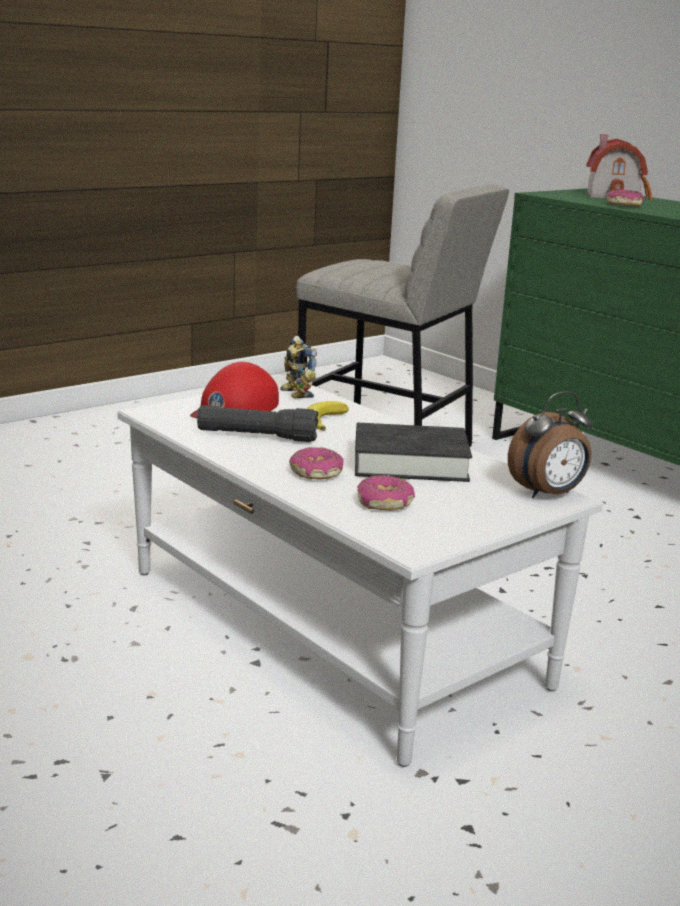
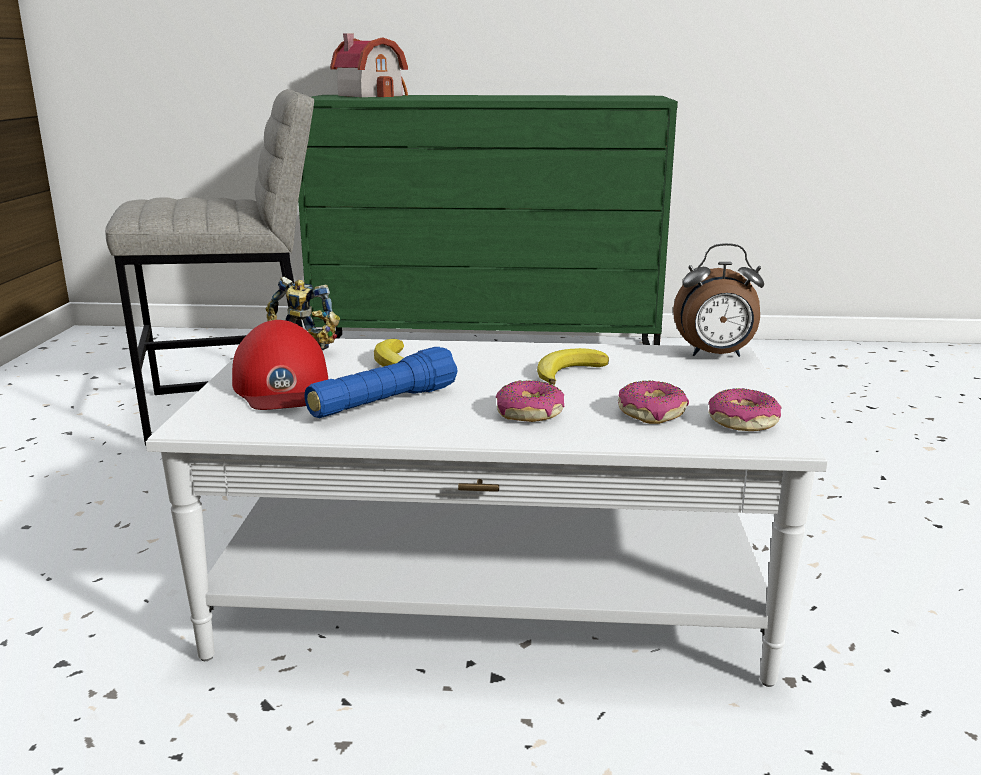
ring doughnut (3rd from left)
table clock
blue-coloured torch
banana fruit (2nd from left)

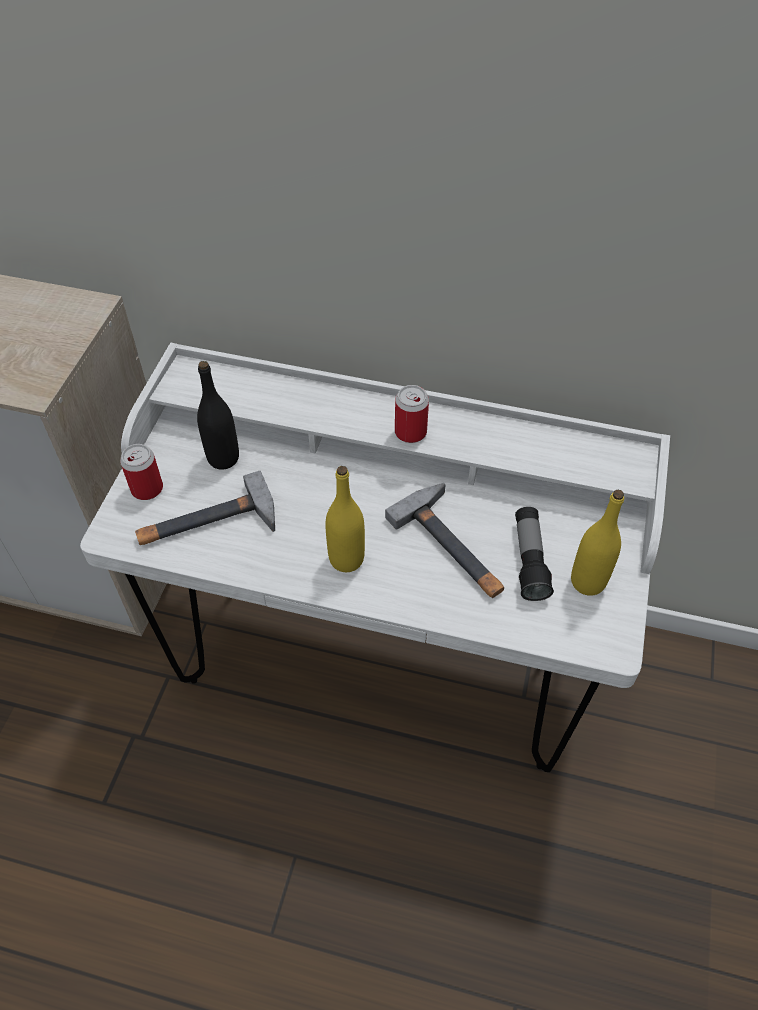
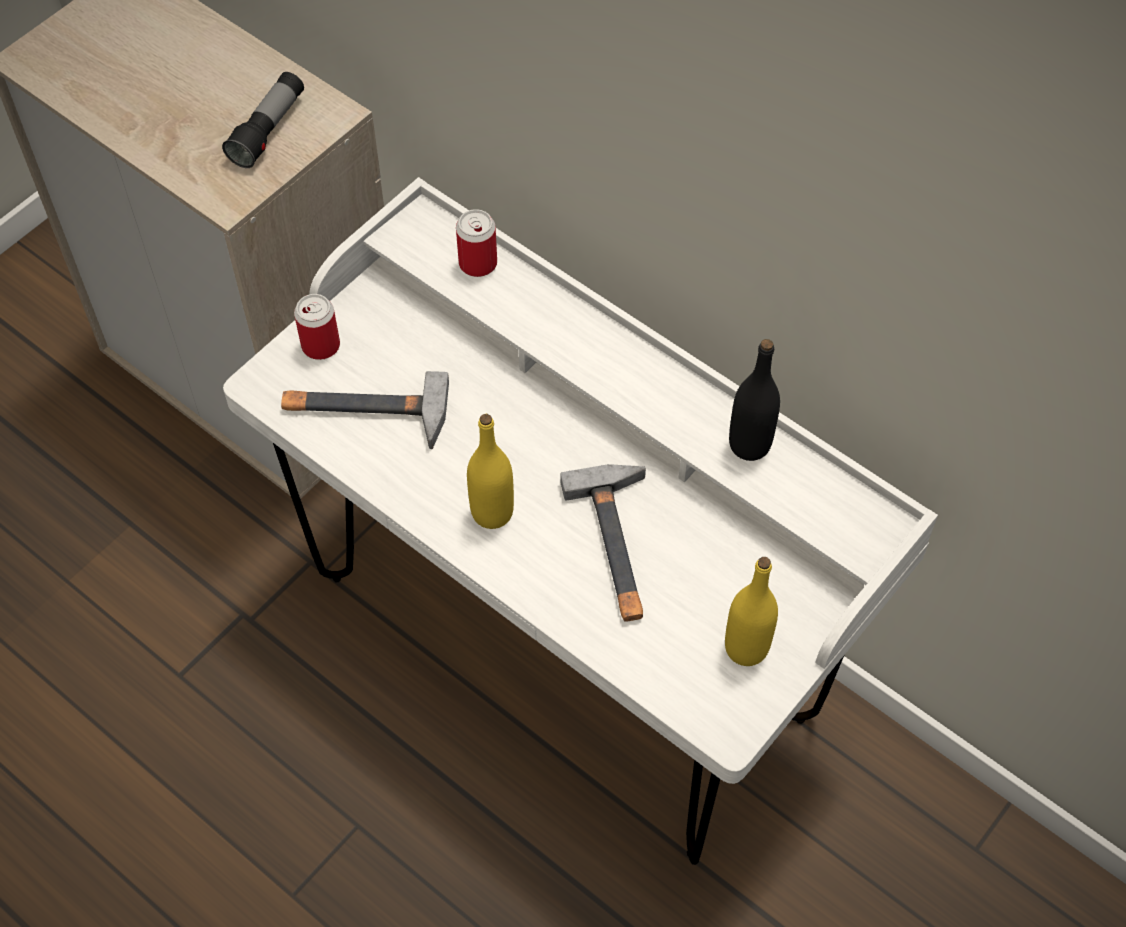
black-coloured beverage bottle
sealed can (2nd from left)
torch

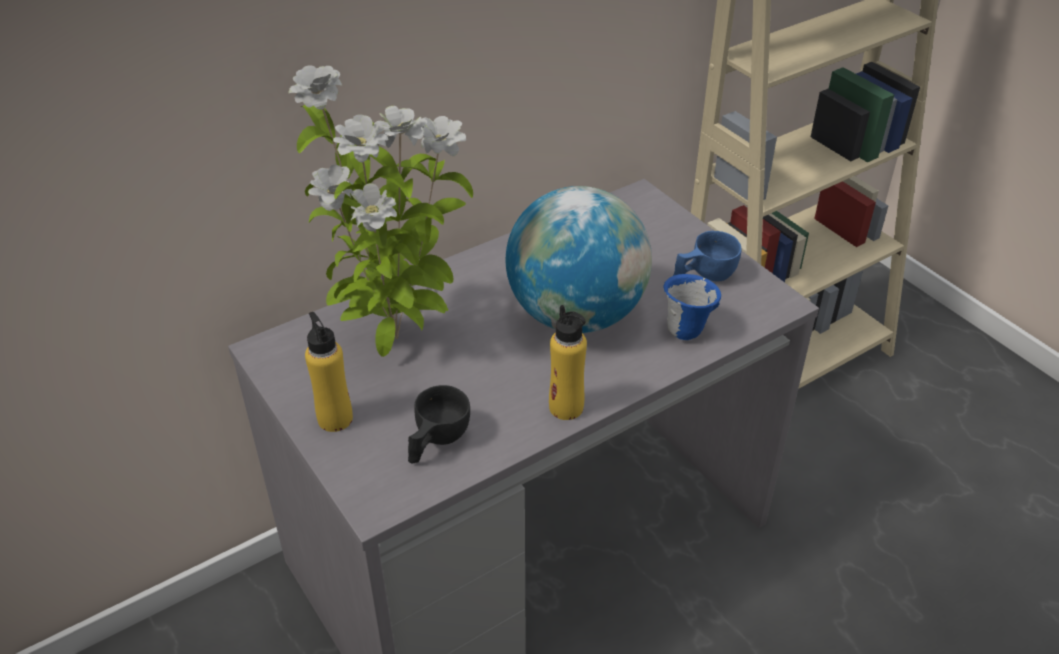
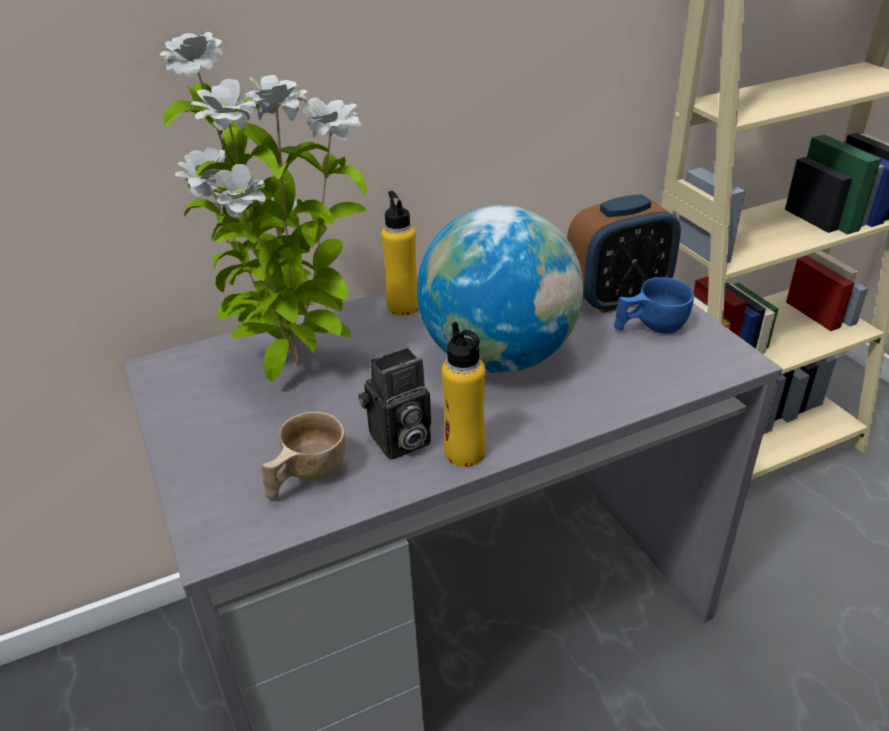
blue-coloured mug
yellow beverage bottle (1st from left)
beige small cup
table clock
photo camera

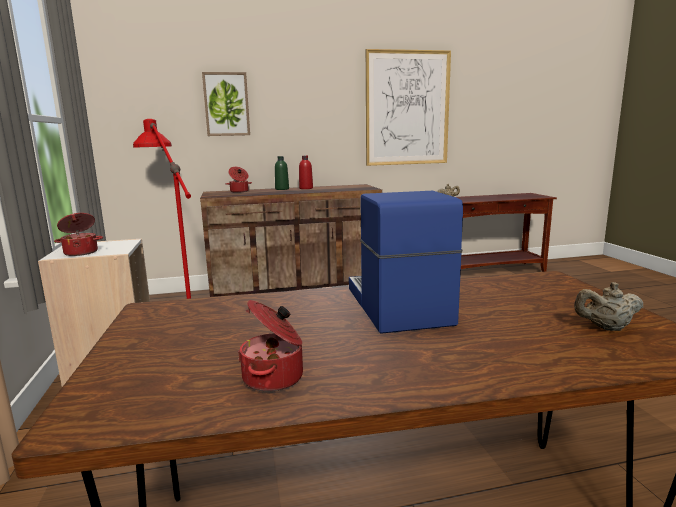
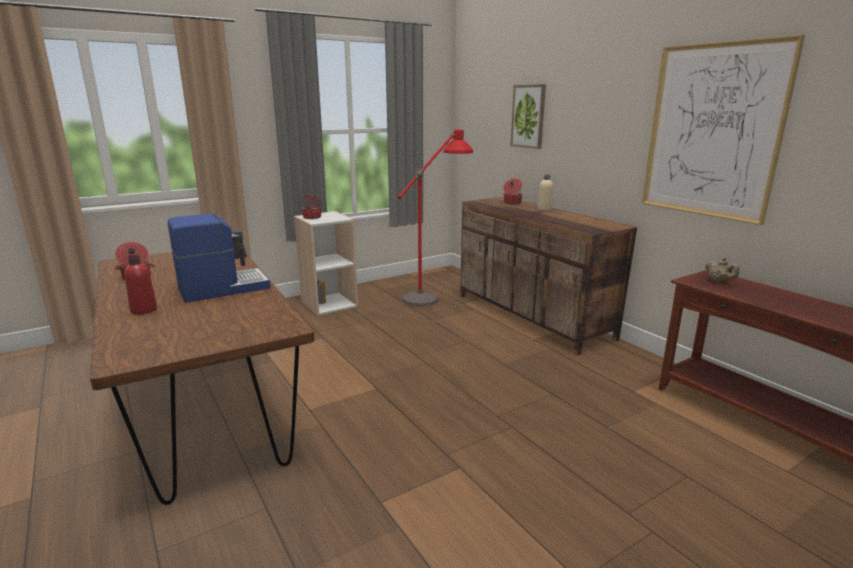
beige beverage bottle
reddish beverage bottle
beige pot for tea (2nd from left in the first image)

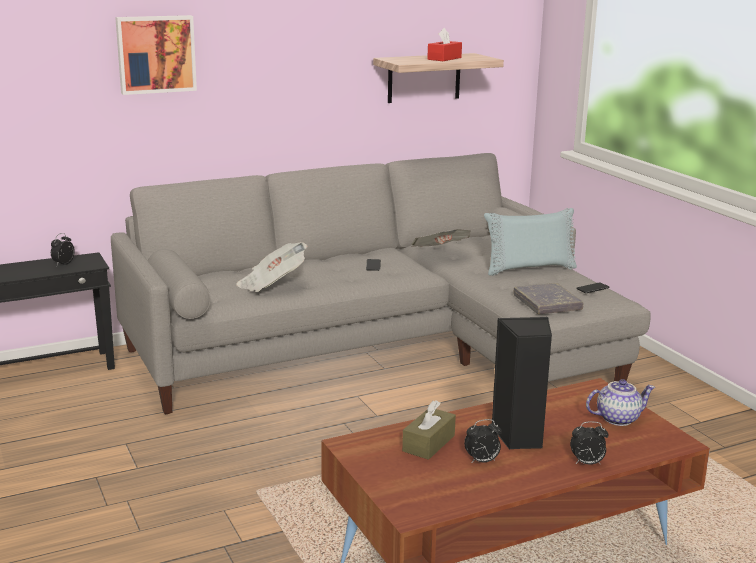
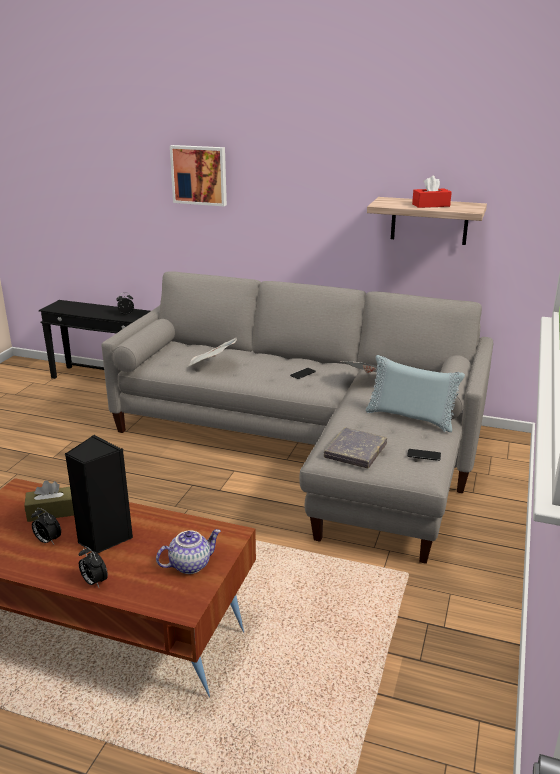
pot for tea

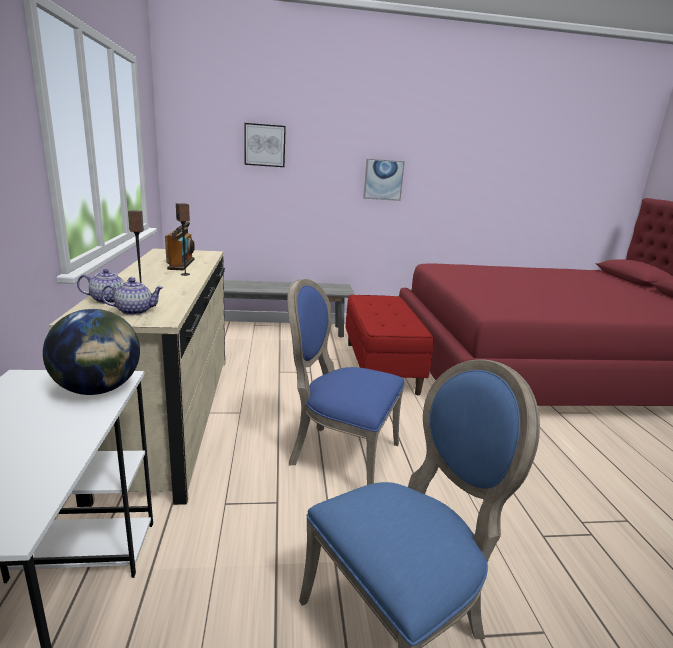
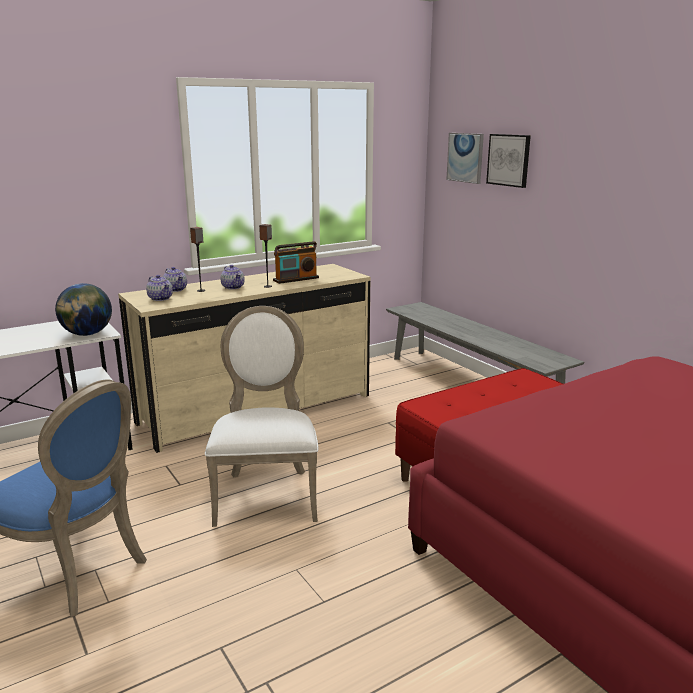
picture (1st from left)
white-coloured upright chair
pot for tea (3rd from left)

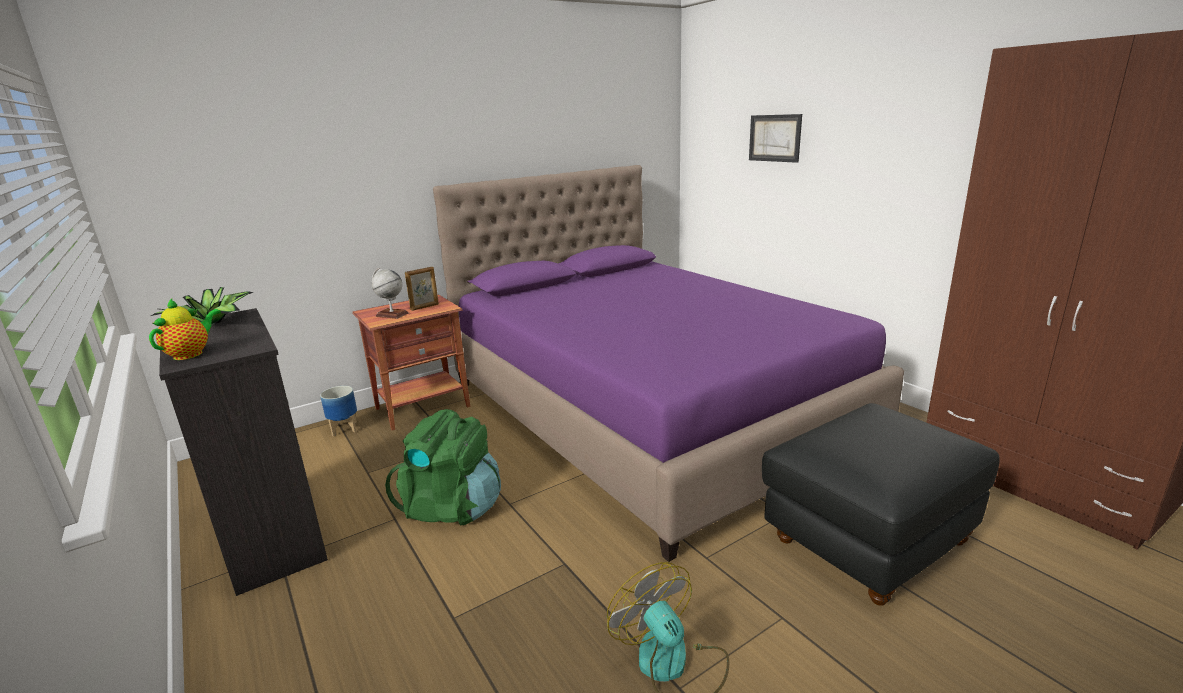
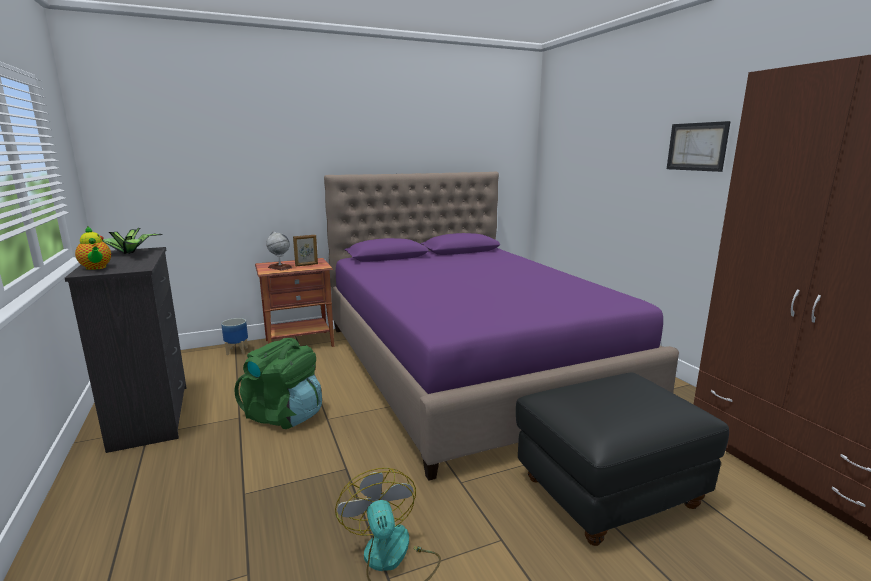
picture
pot for tea

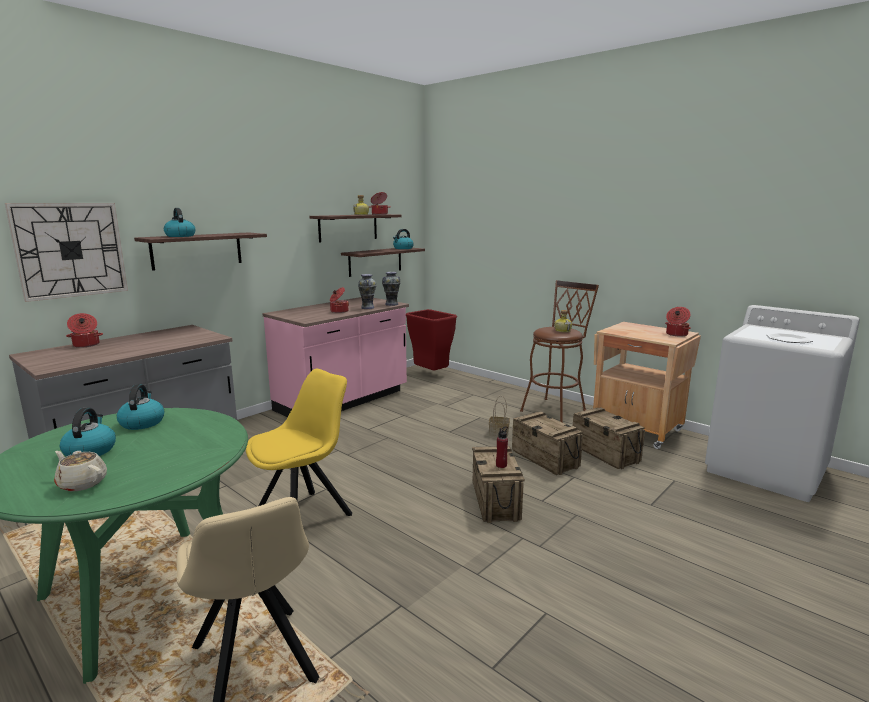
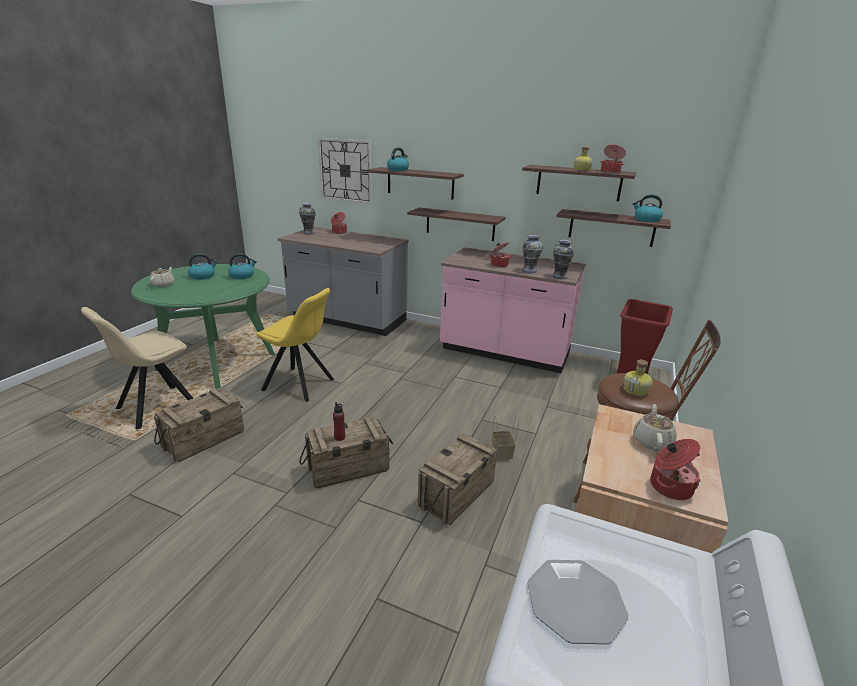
shipping crate (1st from left)
flower vase (1st from left)
bracket shelf (2nd from left)
beige pot for tea (2nd from left)

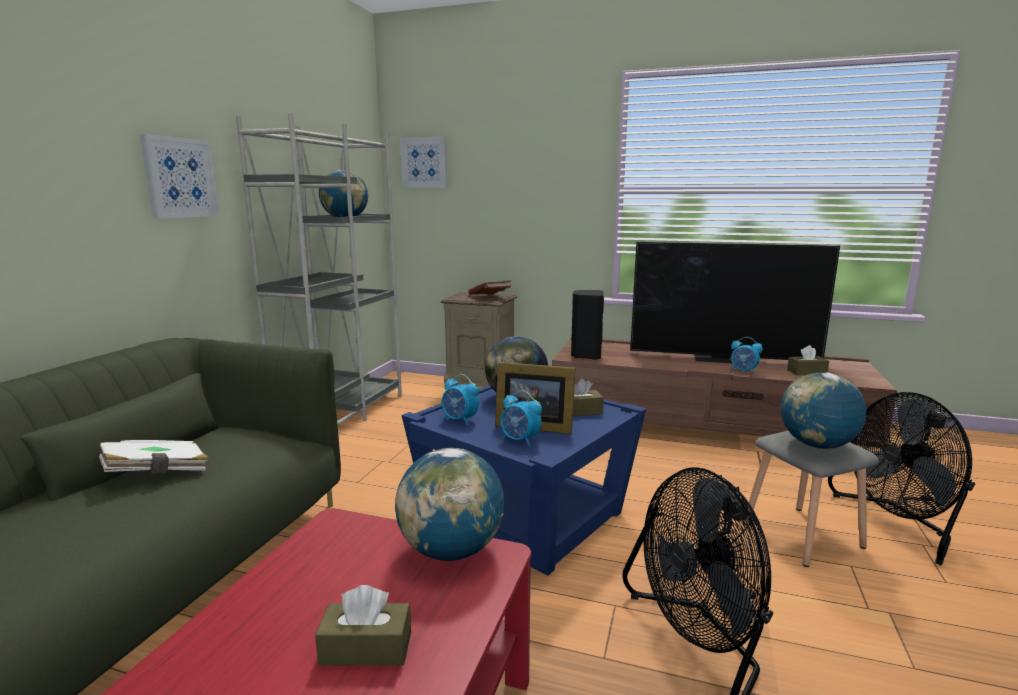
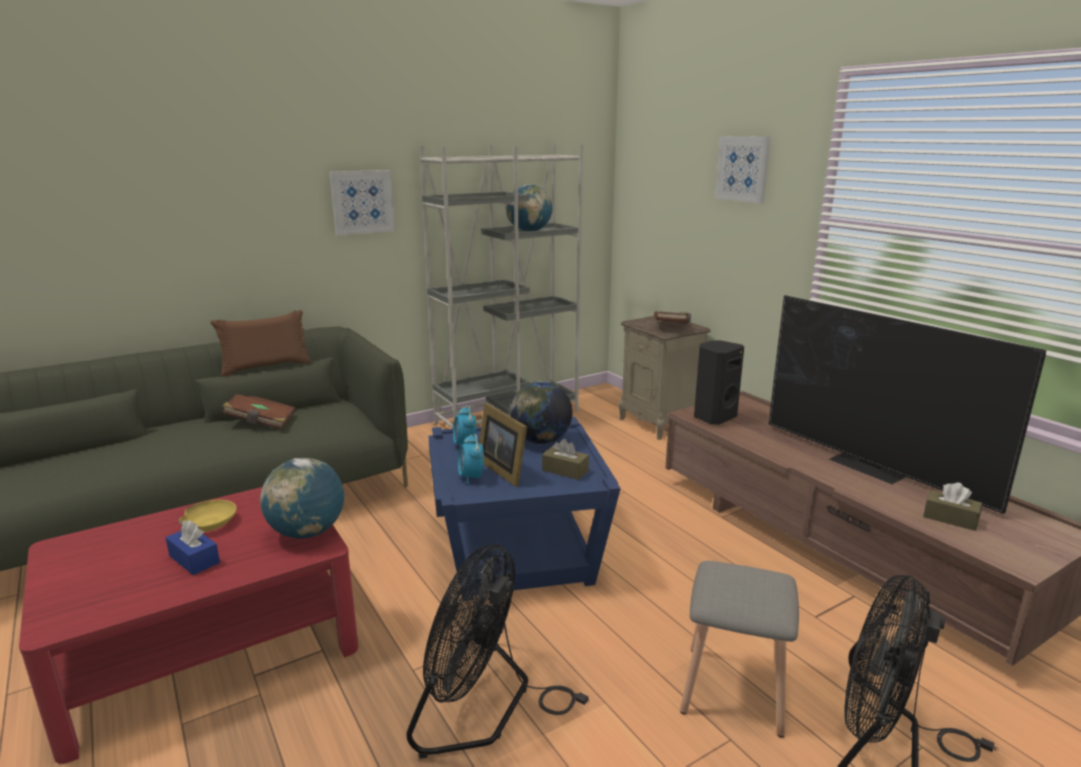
picture (2nd from left)
table clock (3rd from left in the first image)
globe (4th from left in the first image)
brown-coloured bound book (1st from left)
blue-coloured box of tissues
brown-coloured pillow
yellow bowl

